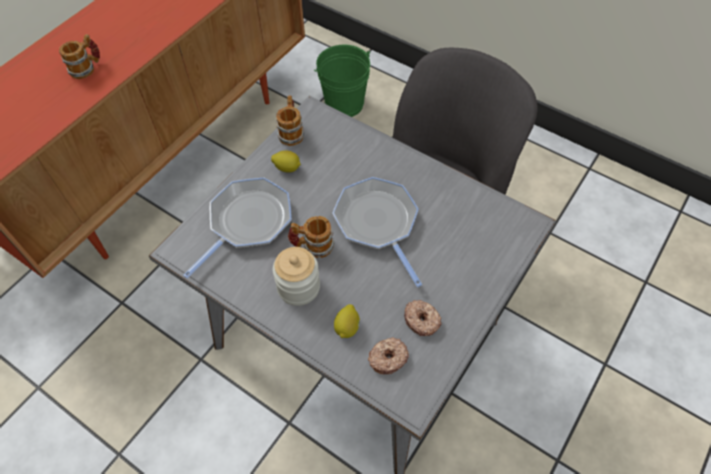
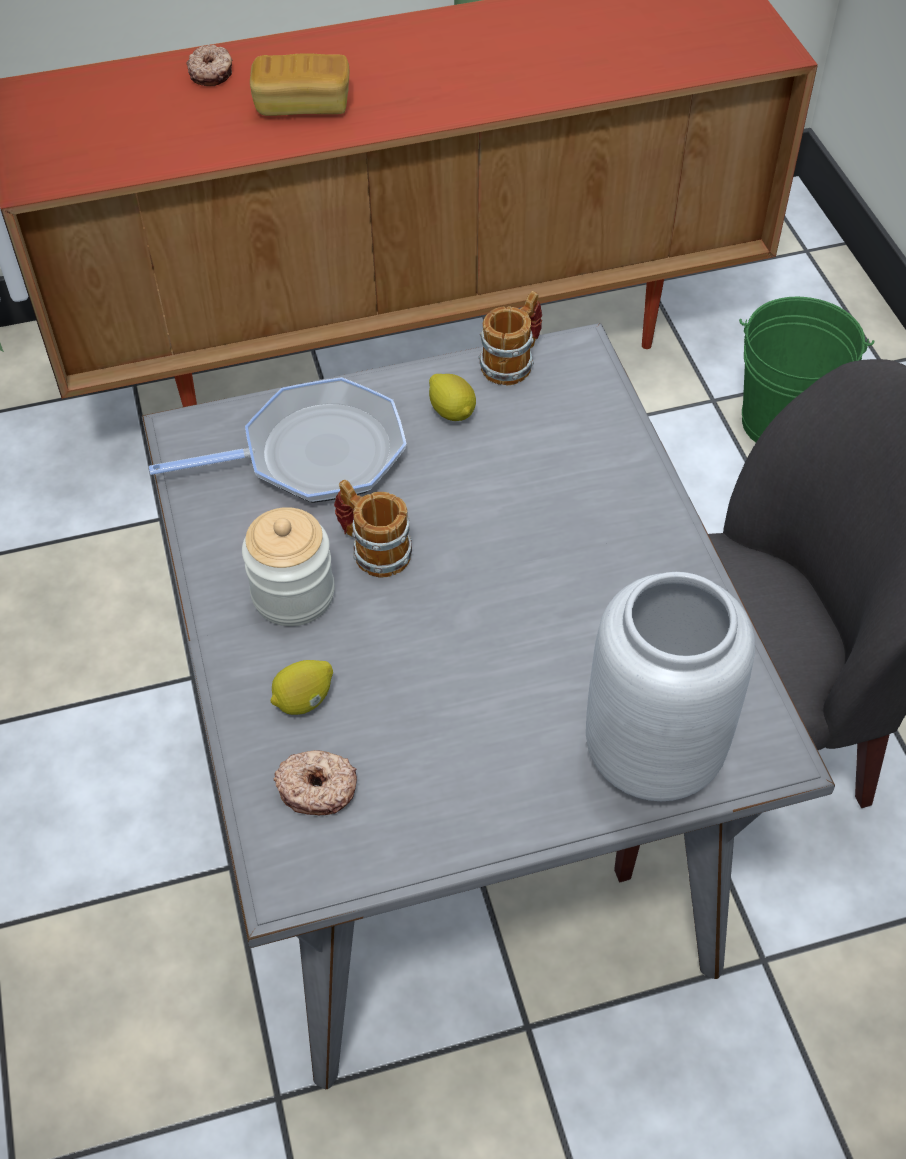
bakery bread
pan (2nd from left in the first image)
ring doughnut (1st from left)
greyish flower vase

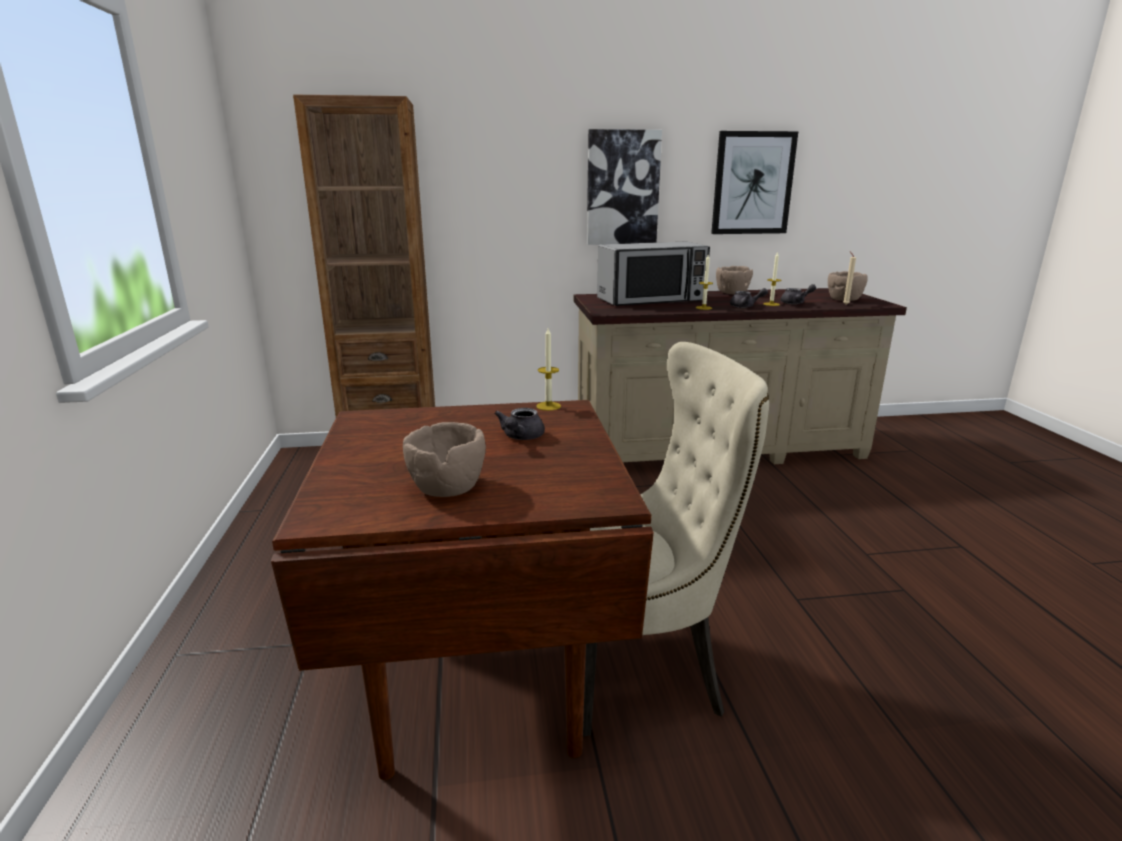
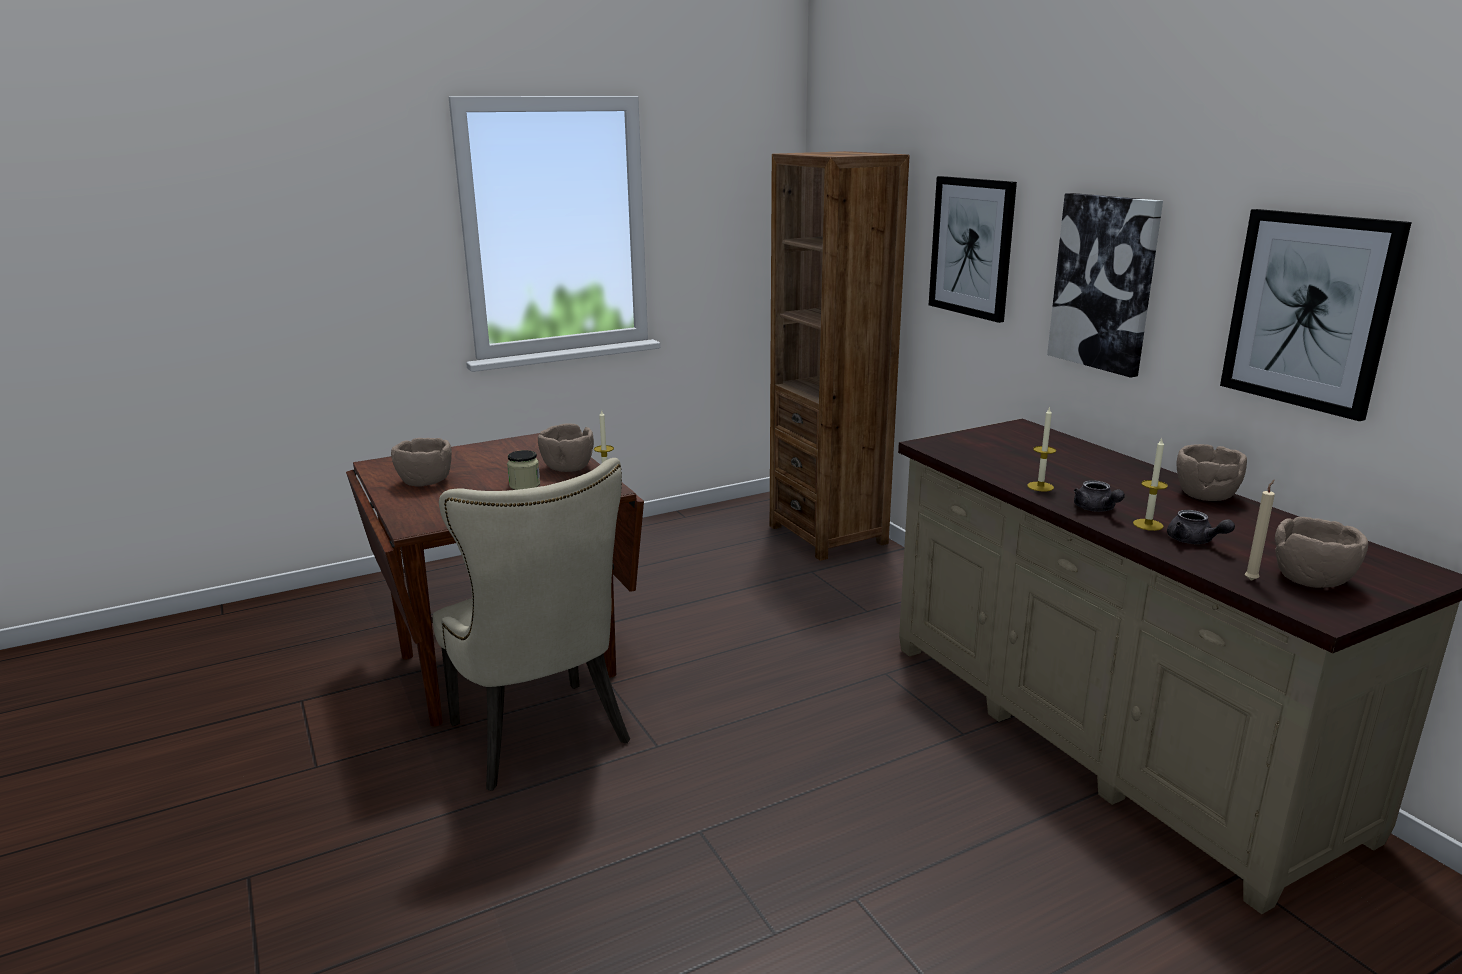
kitchen microwave
preserve jar
picture (1st from left)
brown-coloured bowl (2nd from left)

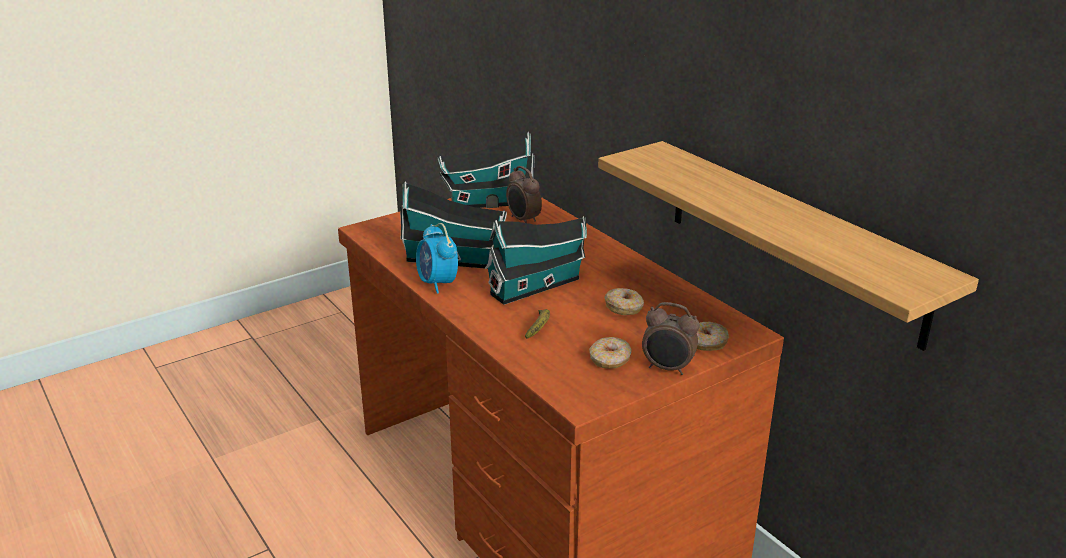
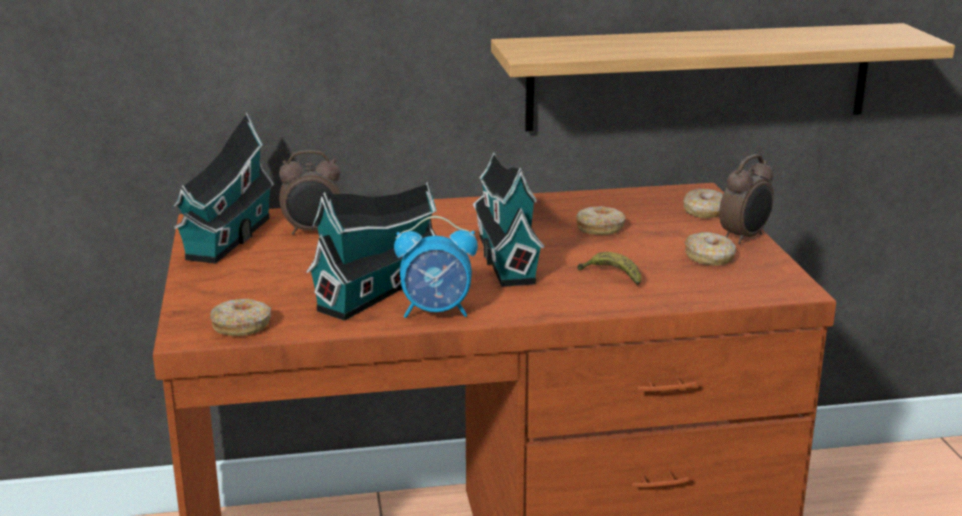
ring doughnut (1st from left)

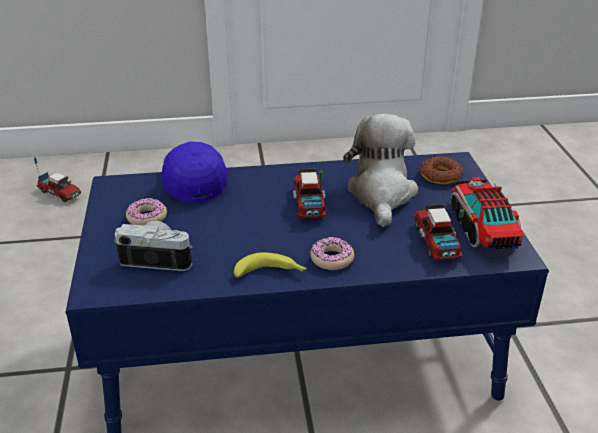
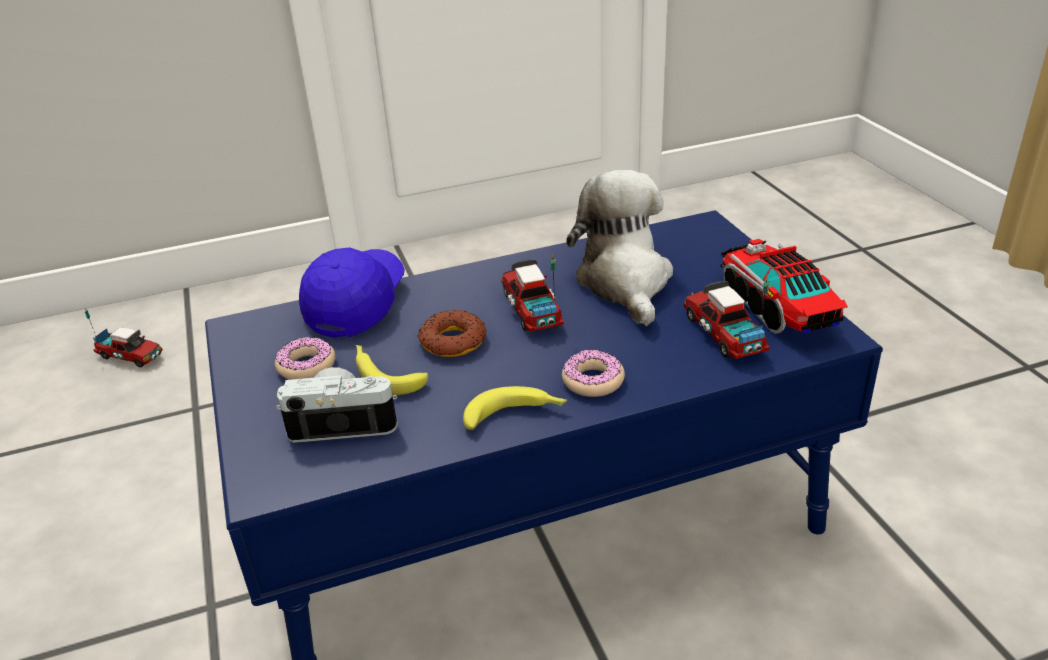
blue-coloured cap
ring doughnut (2nd from left)
banana fruit (1st from left)

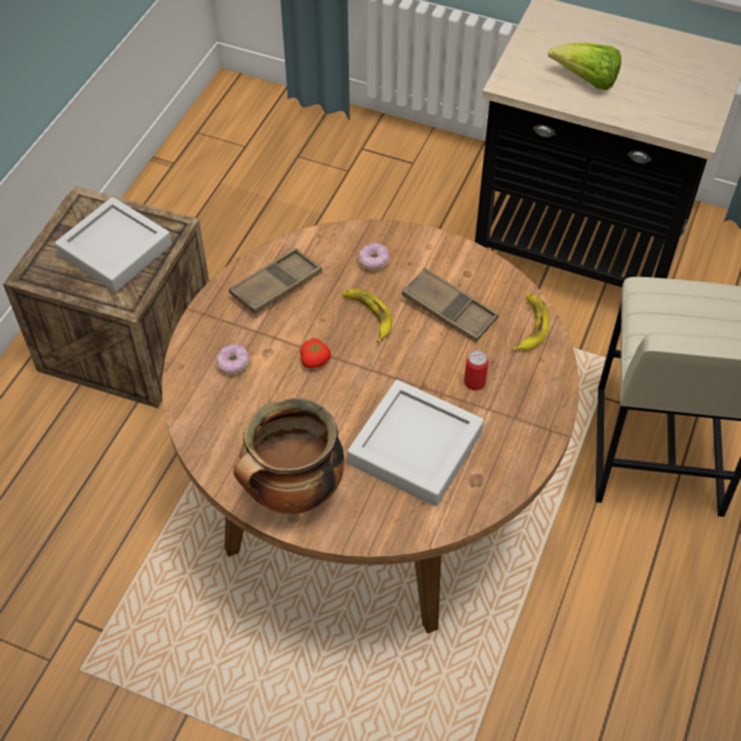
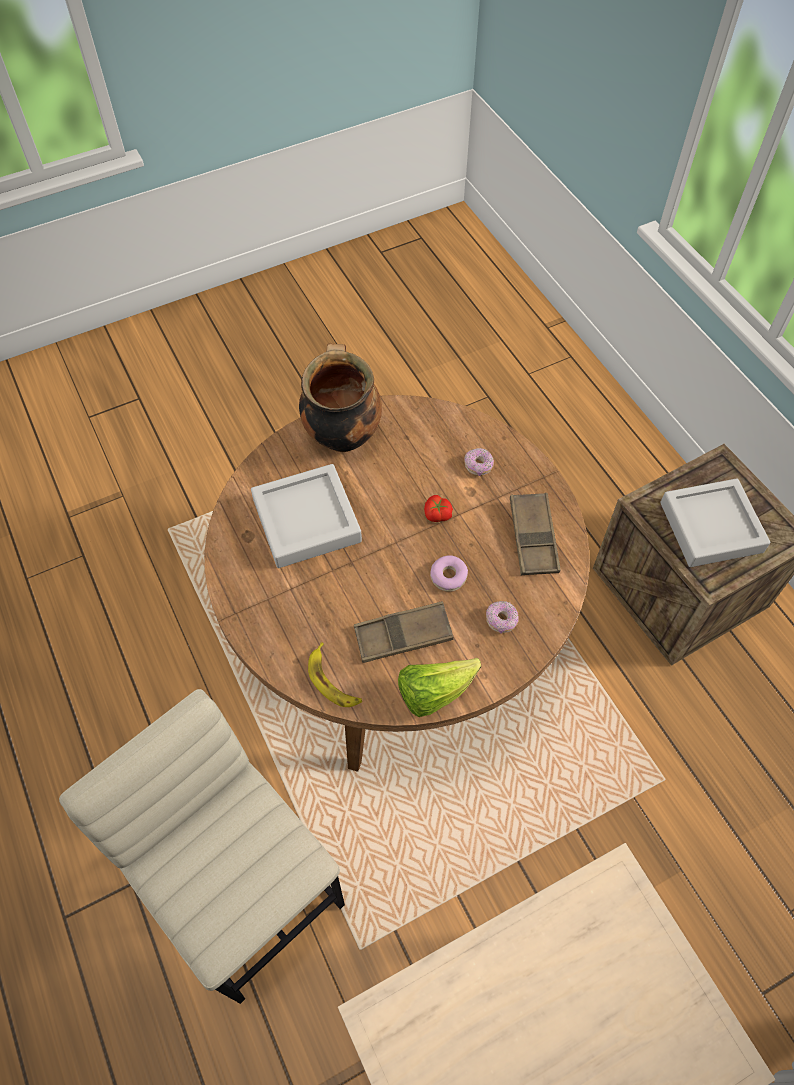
head of lettuce
ring doughnut (1st from left)
sealed can

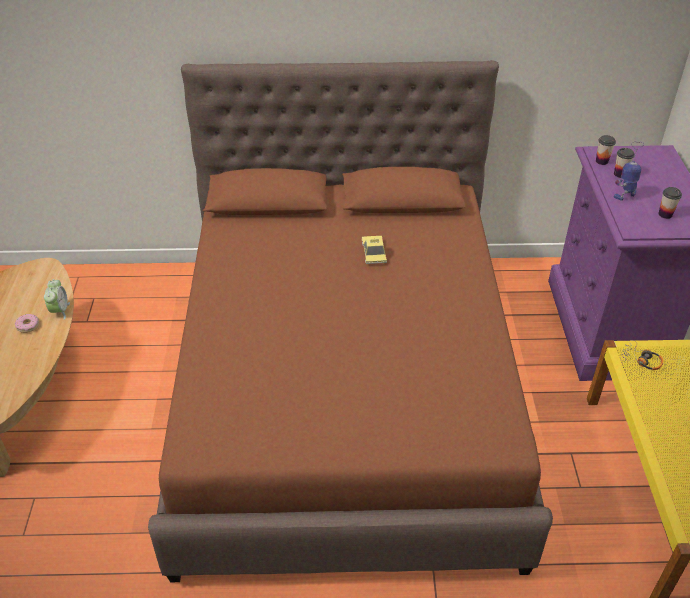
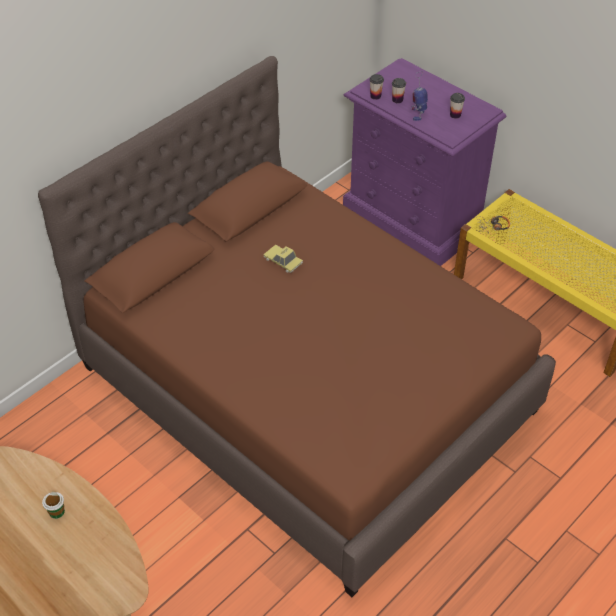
table clock
small cup (1st from left)

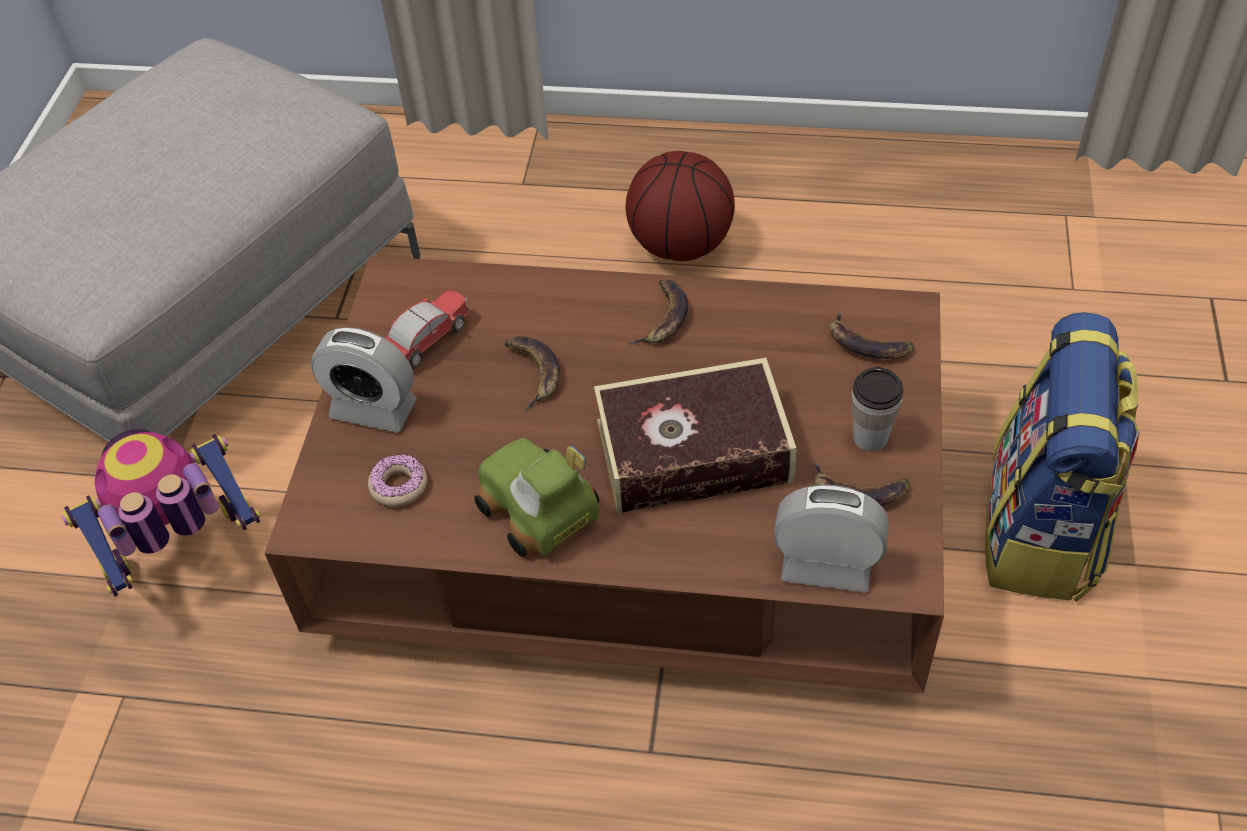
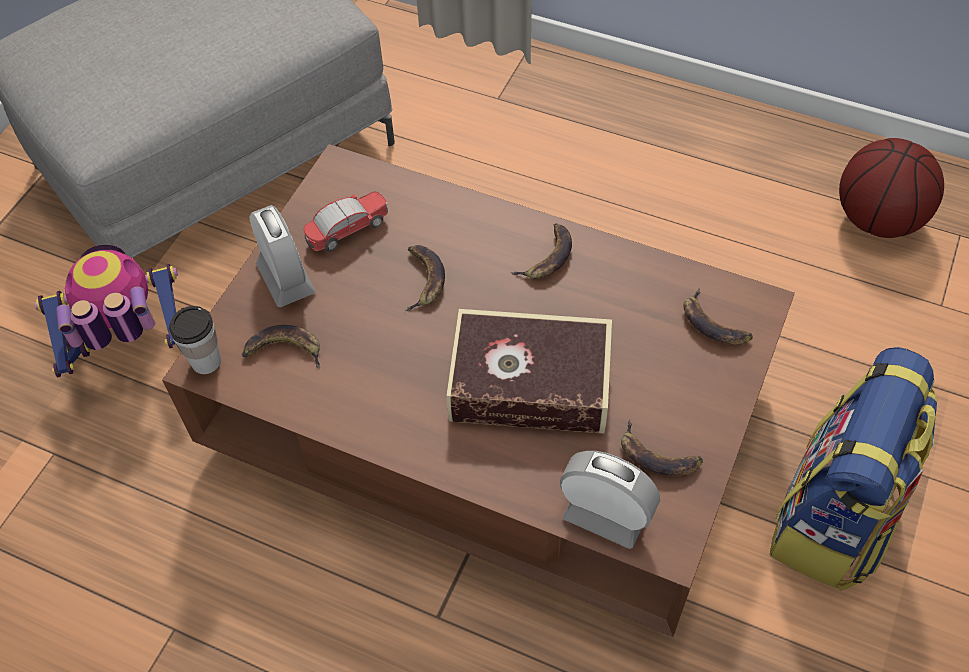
ball for basketball
table clock (1st from left)
small cup
model car (2nd from left in the first image)
banana fruit (1st from left)

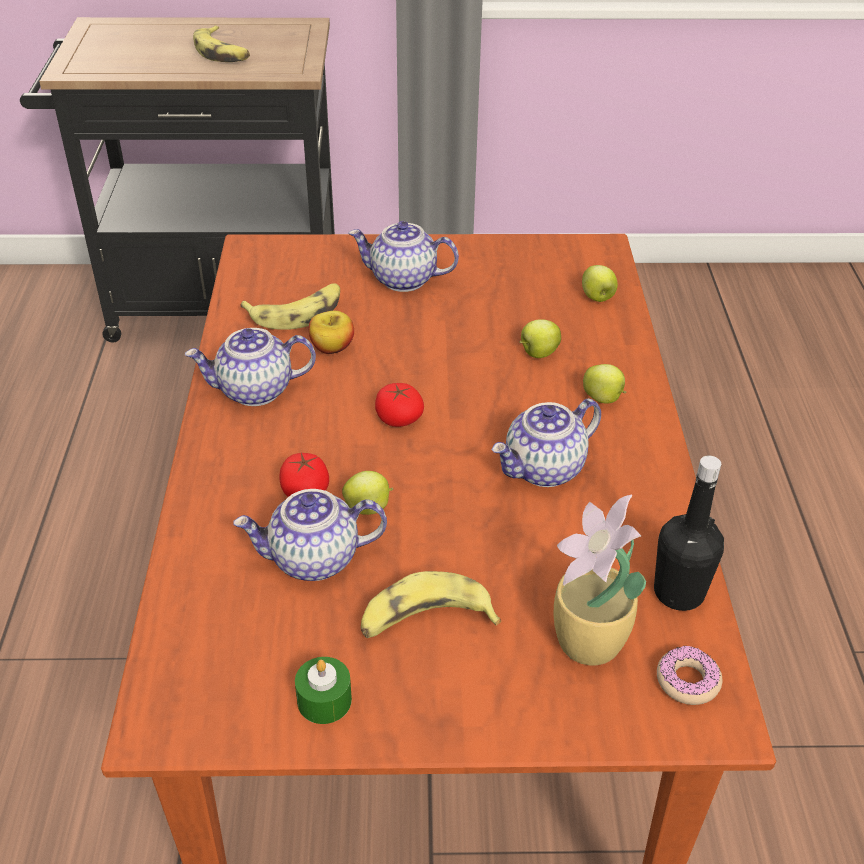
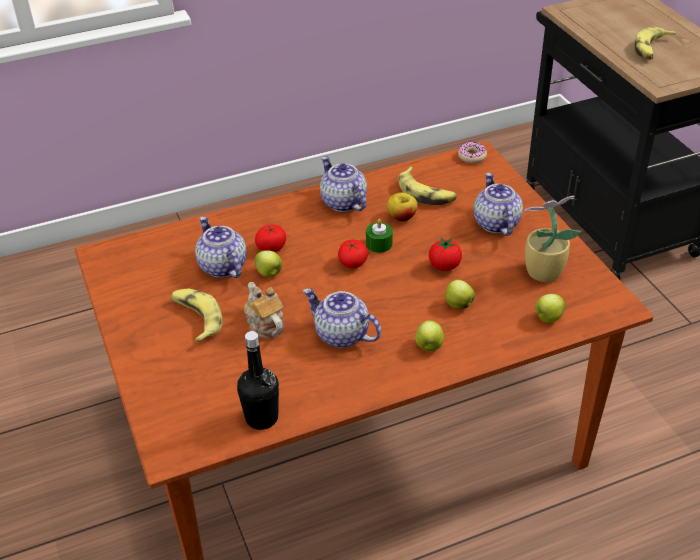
plant in a pot
ring doughnut
greenish wax light
fresh tomato (3rd from left)
pot for tea (2nd from left)

